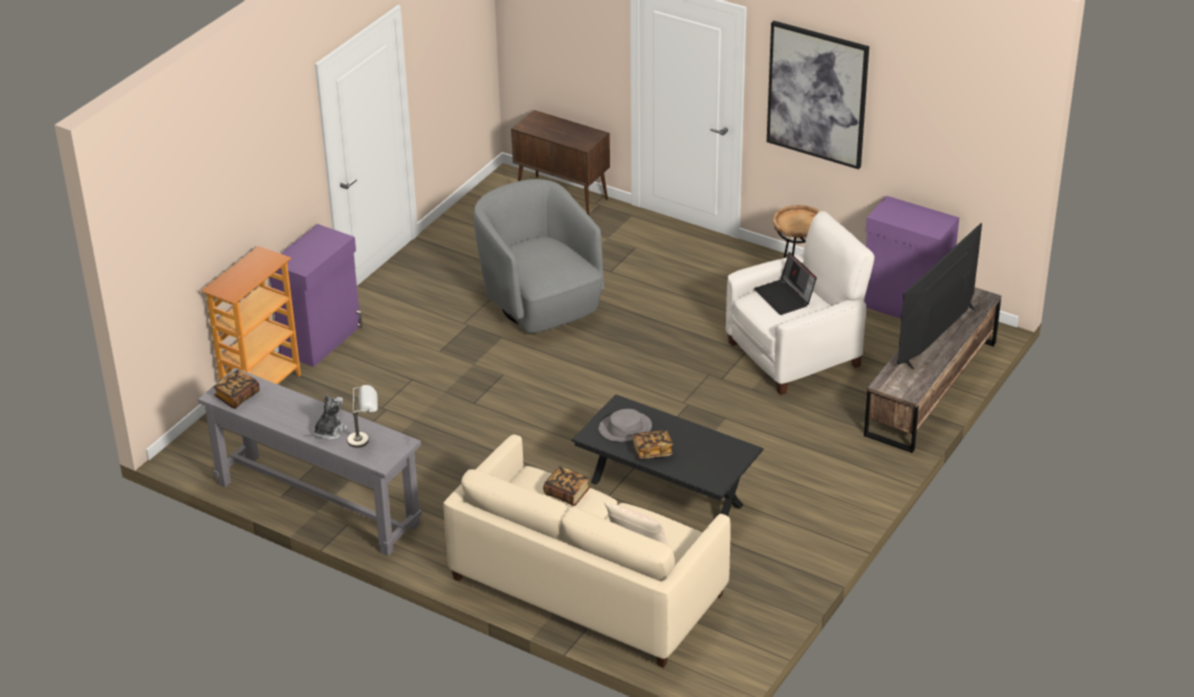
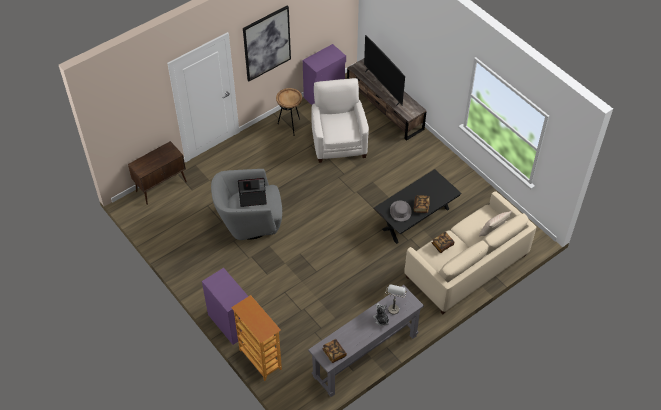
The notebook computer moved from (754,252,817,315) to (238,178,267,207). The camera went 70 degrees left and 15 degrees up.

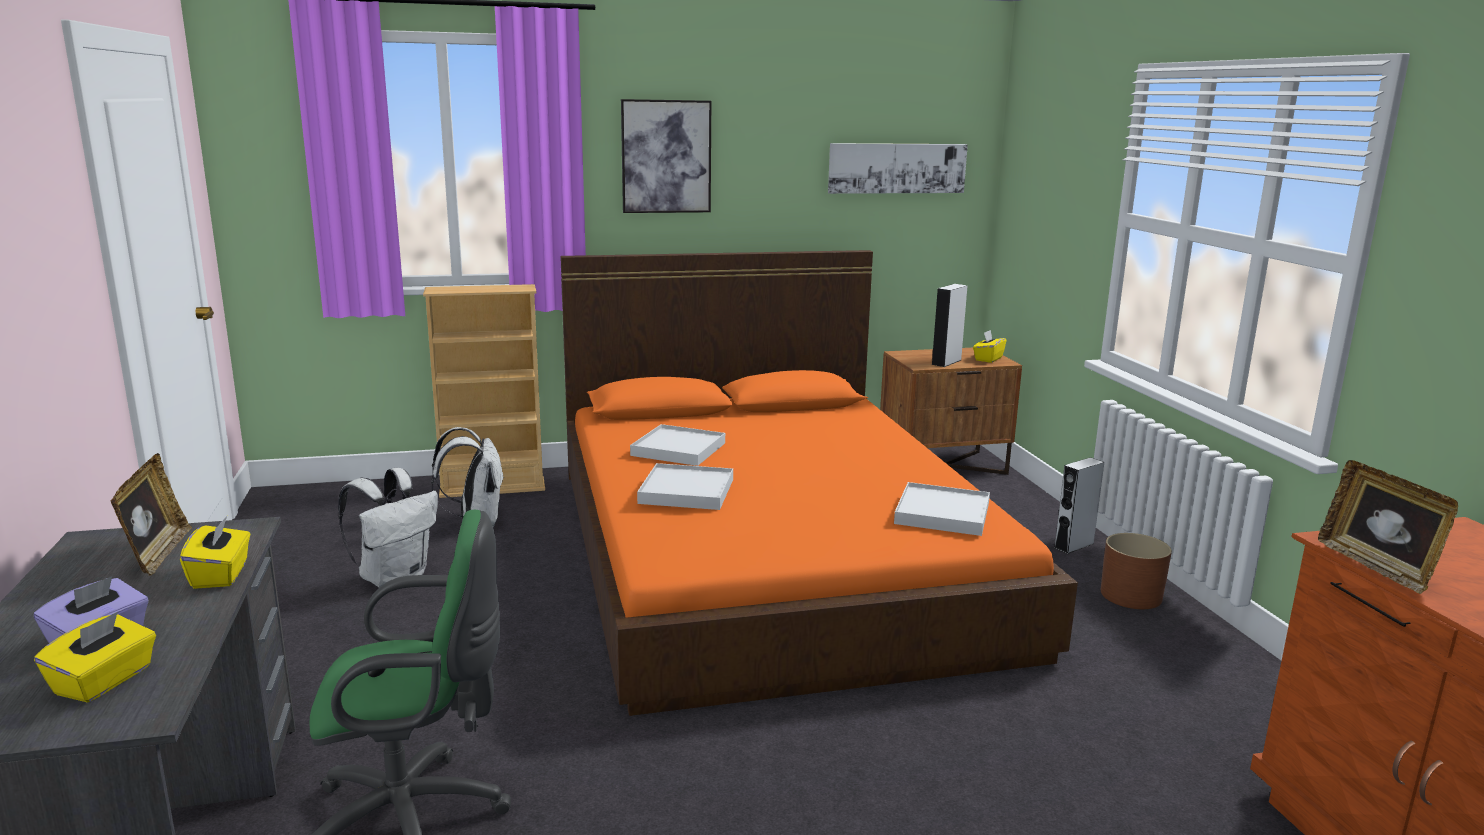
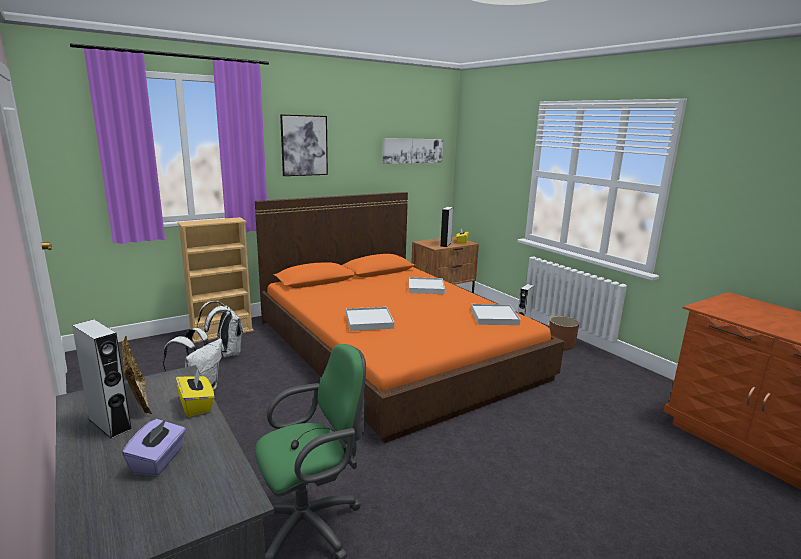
The speaker (greyish) at (72,319,132,439) appeared. The tray (whitish) moved from (630,424,725,466) to (409,277,445,294). The box of tissues (yellow-coloured) at (34,612,156,703) disappeared. The photo frame at (1318,460,1458,594) disappeared. The camera went 20 degrees left and 0 degrees up.

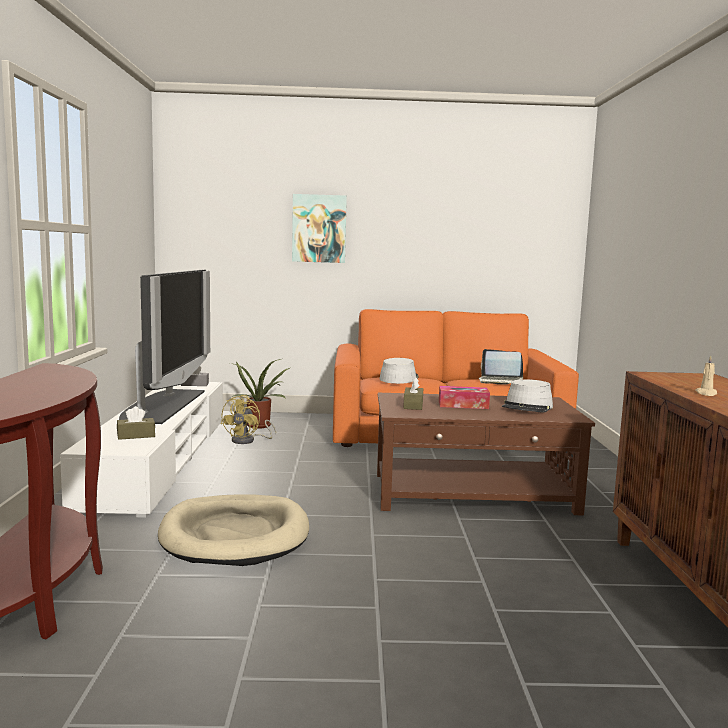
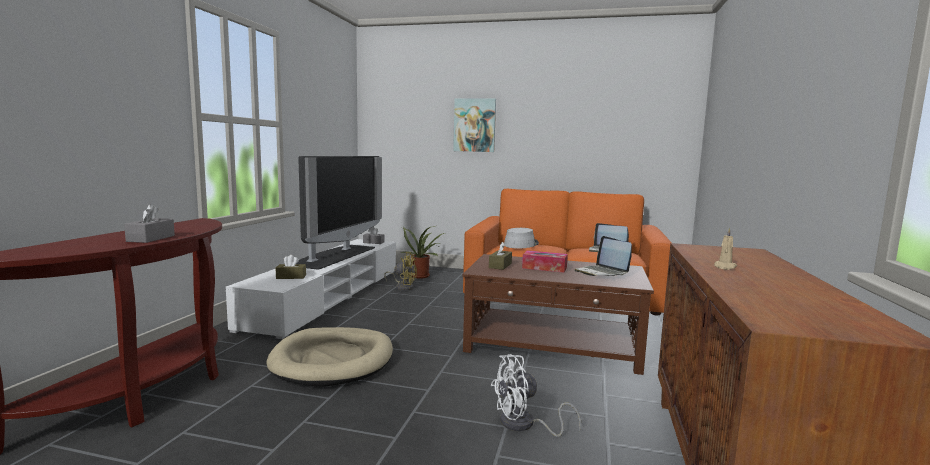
The box of tissues (greyish) at (124,204,175,243) appeared. The electric fan (yellow-coloured) at (221,395,276,444) turned 105 degrees counterclockwise. The electric fan (whitish) at (491,354,581,437) appeared. The hat (greyish) at (502,379,553,413) was replaced by the notebook computer at (575,236,632,276). The camera went 15 degrees right and 0 degrees up.

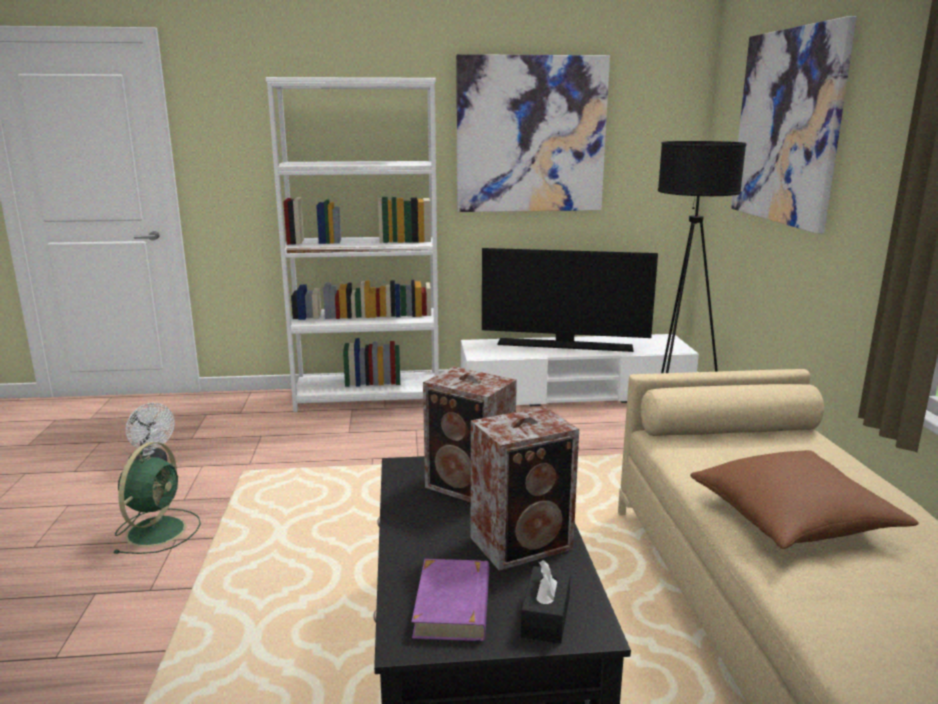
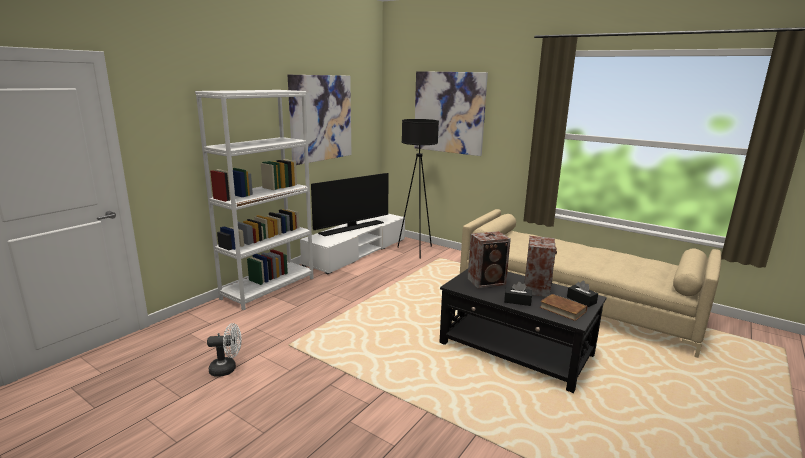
The box of tissues (black) at (504,282,532,306) appeared. The volume (purple) at (411,559,489,641) became the volume (brownish) at (540,294,587,321). The electric fan (green-coloured) at (114,442,201,554) disappeared. The throw pillow (brownish) at (690,450,919,549) disappeared. The camera went 50 degrees left and 0 degrees up.

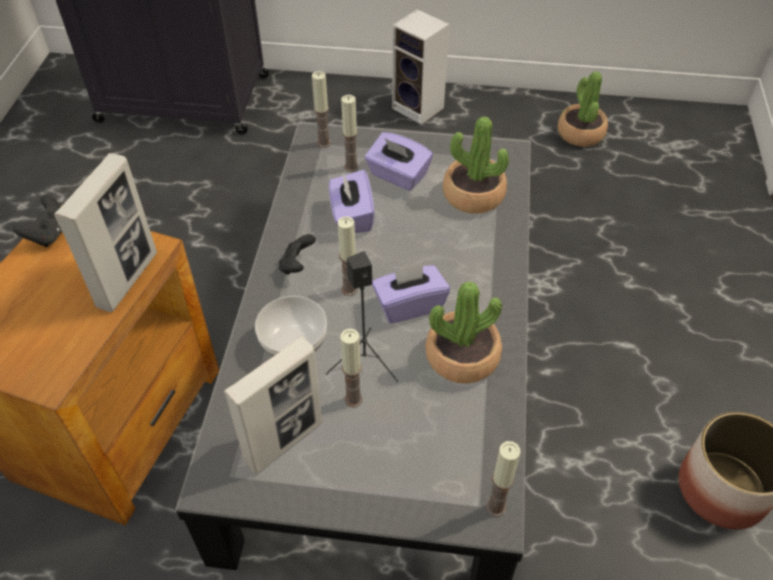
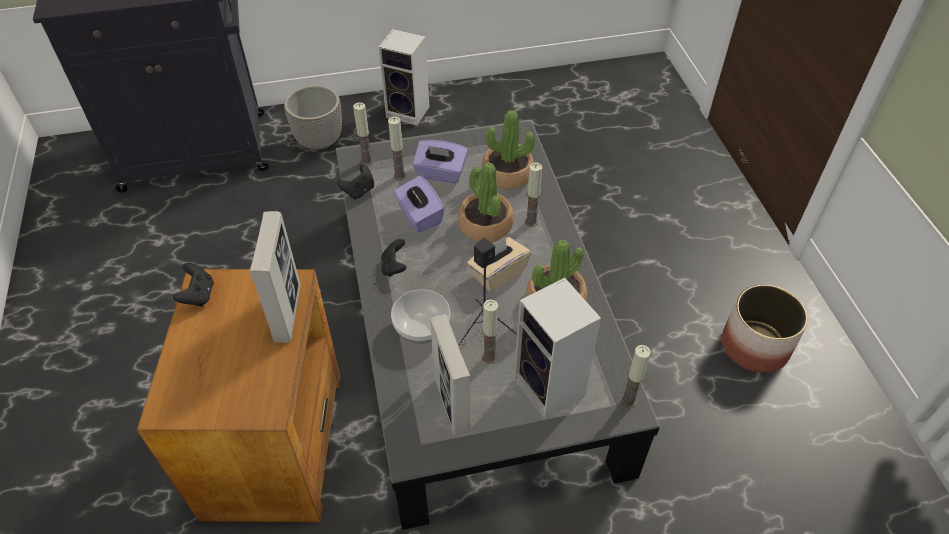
The plant pot at (284,85,342,150) appeared. The game controller (black) at (337,164,374,199) appeared. The photo frame at (224,337,322,474) turned 135 degrees clockwise. The potted plant moved from (558,71,608,147) to (458,163,514,242). The box of tissues (purple) at (372,262,450,324) became the box of tissues (beige) at (467,236,531,292). The speaker at (514,278,601,419) appeared. The wax light moved from (338,216,358,296) to (525,162,542,227). The camera went 20 degrees left and 0 degrees up.

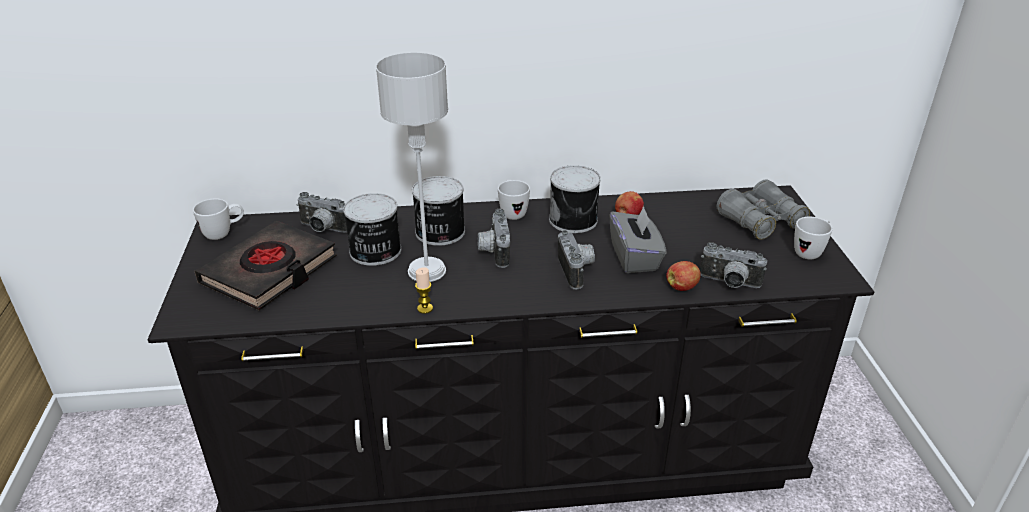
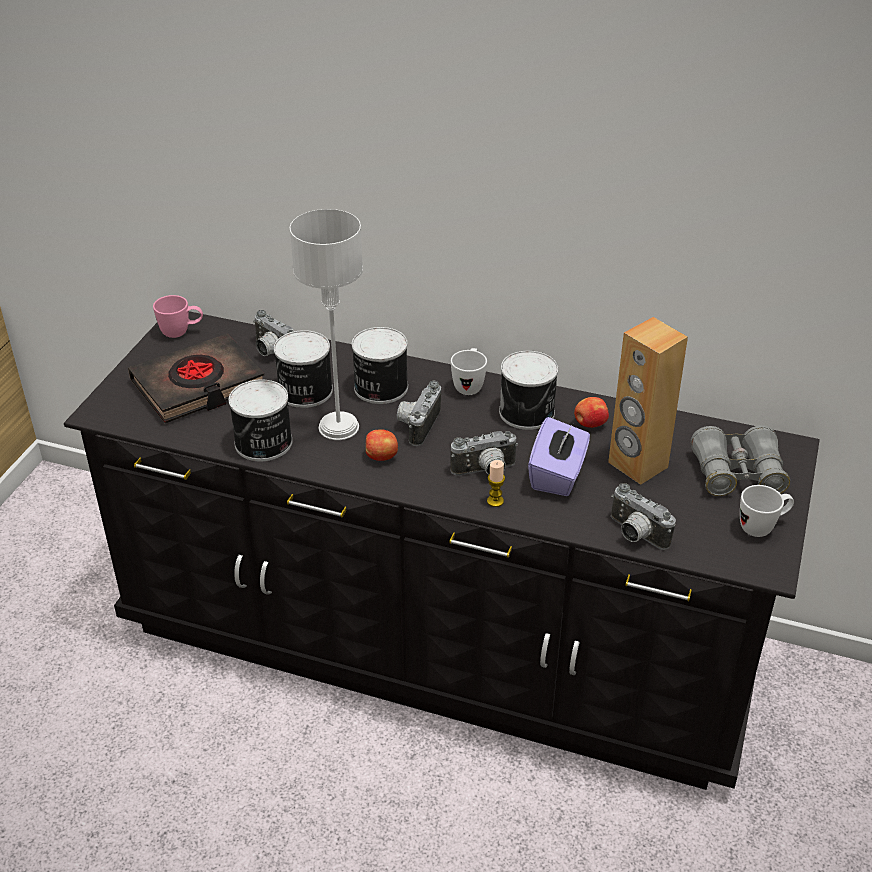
The mug (whitish) at (193,199,244,240) became the mug (pink-coloured) at (153,295,203,338). The metal can at (229,379,292,461) appeared. The whole apple moved from (666,261,701,291) to (366,429,398,461). The photo camera at (558,230,595,289) turned 60 degrees clockwise. The wax light moved from (415,267,433,314) to (487,460,505,507). The box of tissues (greyish) at (609,206,667,273) became the box of tissues (purple) at (528,417,590,496). The speaker (brownish) at (608,317,688,485) appeared. The camera went 25 degrees right and 5 degrees up.

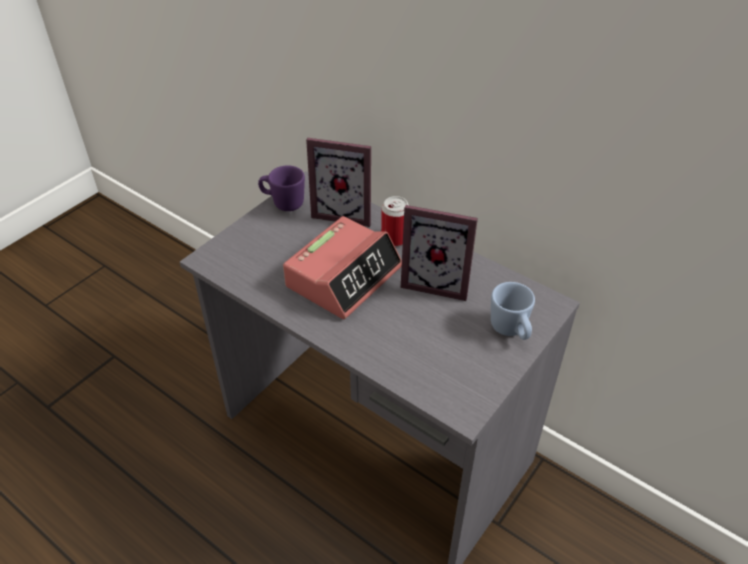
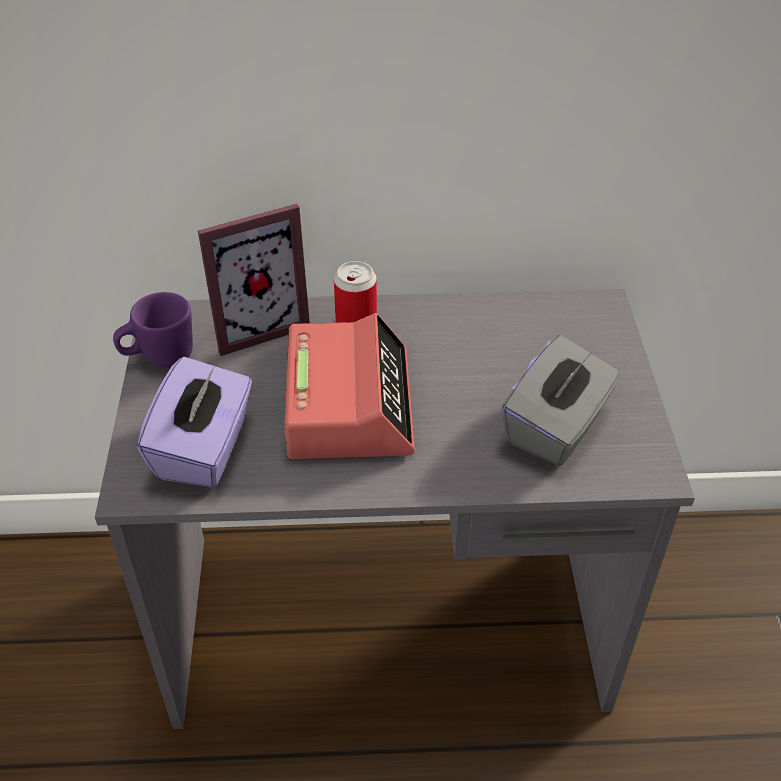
The box of tissues (purple) at (137,357,252,487) appeared. The box of tissues (greyish) at (502,335,620,466) appeared. The photo frame at (401,205,478,301) disappeared. The mug (blue) at (491,282,535,340) disappeared. The camera went 40 degrees left and 0 degrees up.

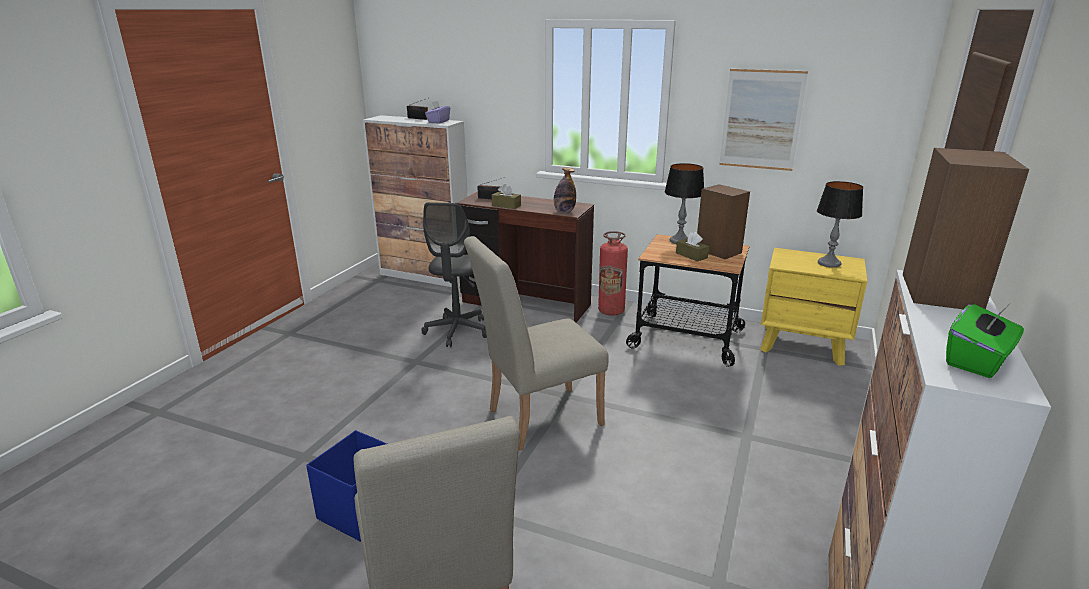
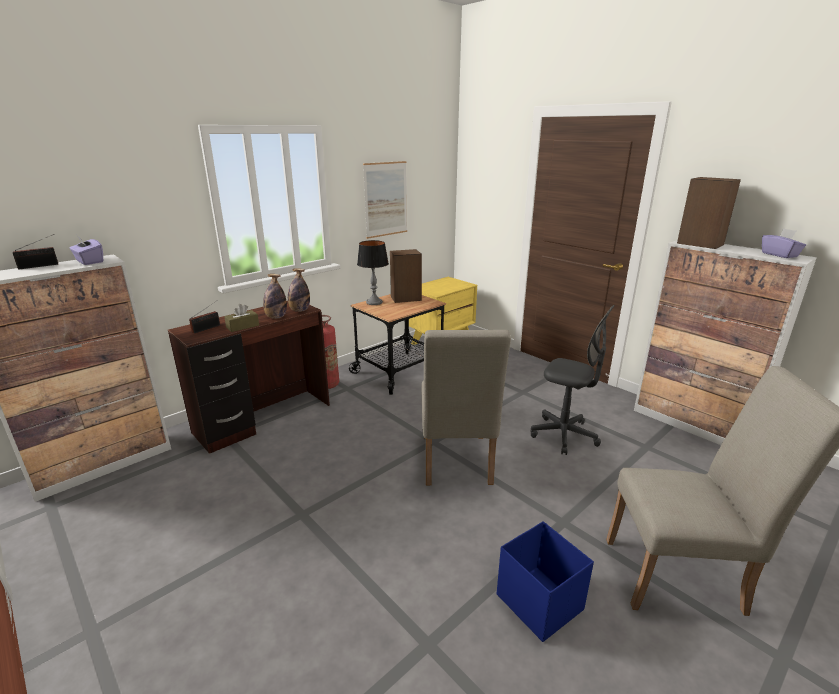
The bottle at (263,274,287,319) appeared. The desk chair (greyish) moved from (421,202,487,347) to (531,305,614,455). The box of tissues (green-coloured) at (946,303,1024,378) became the box of tissues (purple) at (762,228,806,258). The box of tissues (brownish) at (676,232,709,262) disappeared. The table lamp at (817,181,863,268) disappeared. The camera went 65 degrees left and 0 degrees up.

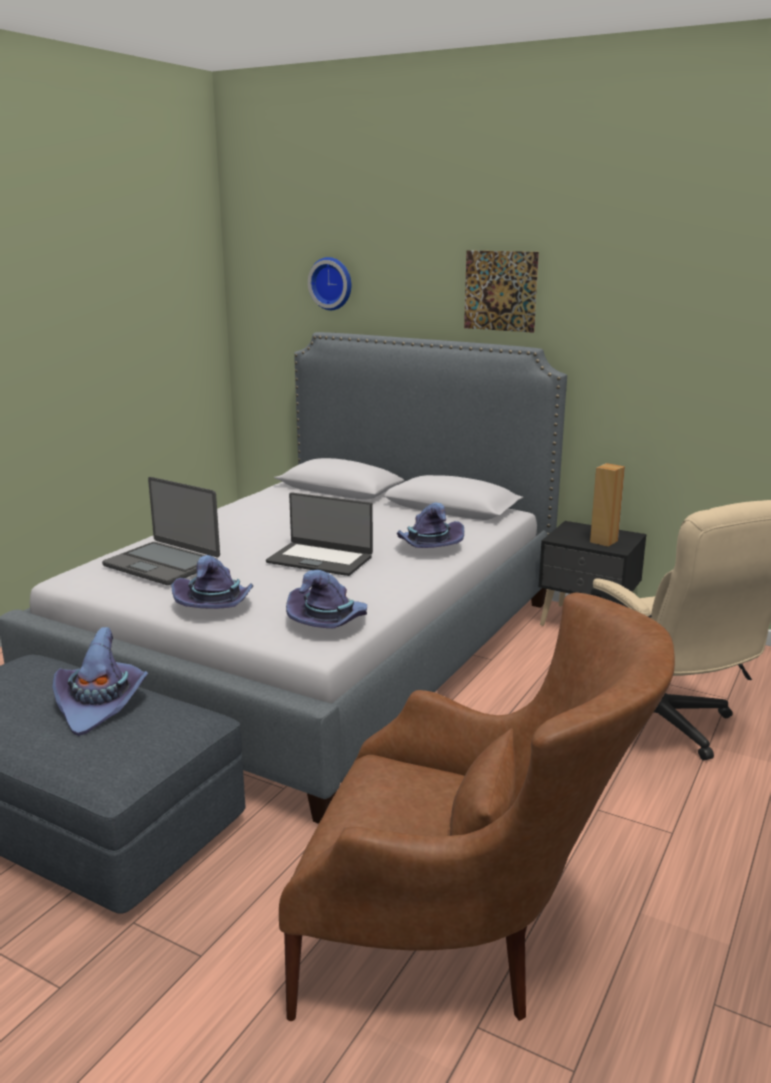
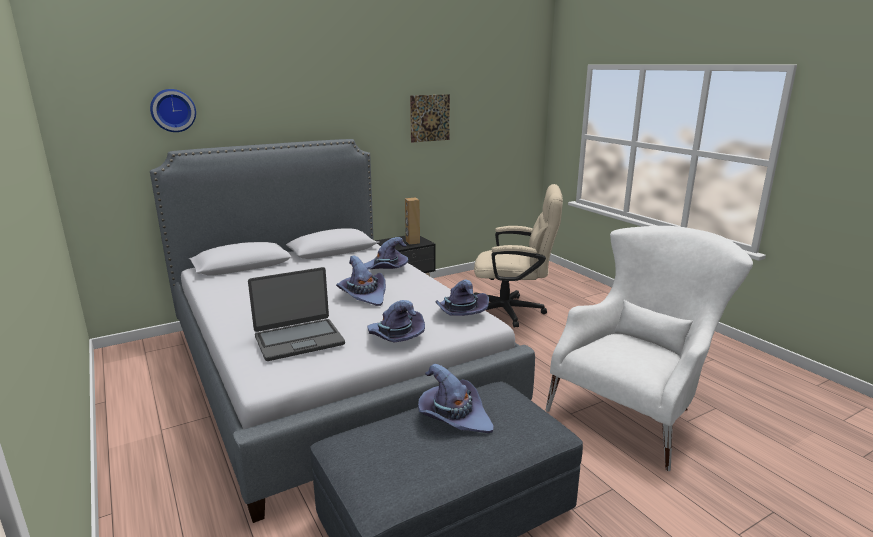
The notebook computer at (266,493,373,576) was replaced by the hat (purple) at (336,255,386,306). The wall picture moved from (464,250,539,333) to (410,94,450,143). The lounge chair (brownish) at (279,592,675,1021) became the lounge chair (whitish) at (545,226,753,471). The camera went 60 degrees left and 0 degrees up.

